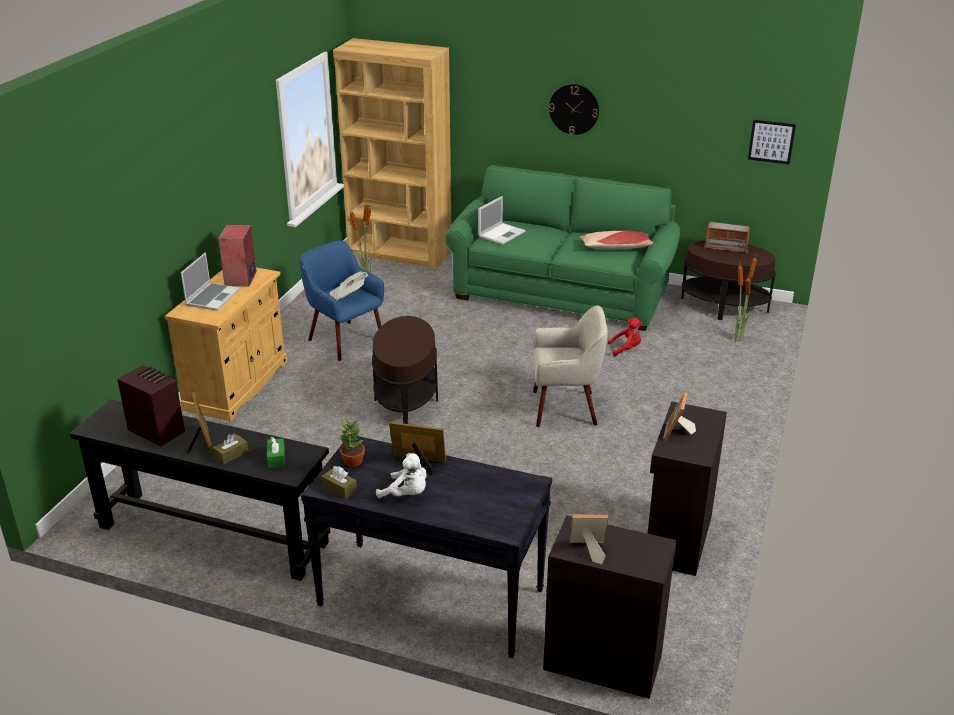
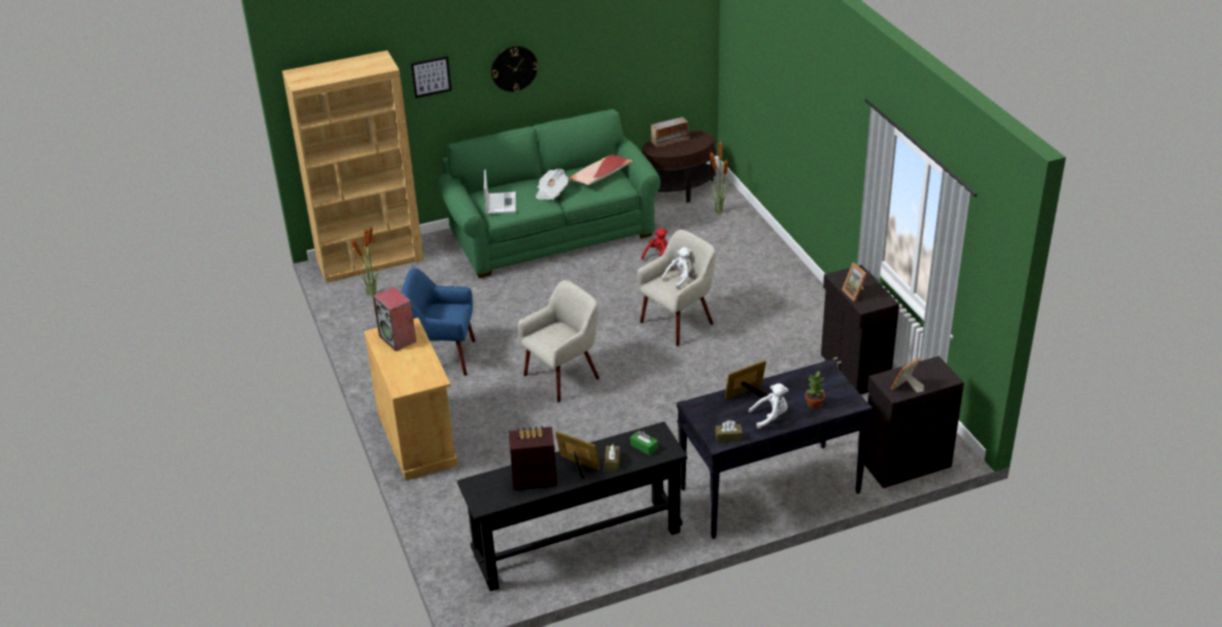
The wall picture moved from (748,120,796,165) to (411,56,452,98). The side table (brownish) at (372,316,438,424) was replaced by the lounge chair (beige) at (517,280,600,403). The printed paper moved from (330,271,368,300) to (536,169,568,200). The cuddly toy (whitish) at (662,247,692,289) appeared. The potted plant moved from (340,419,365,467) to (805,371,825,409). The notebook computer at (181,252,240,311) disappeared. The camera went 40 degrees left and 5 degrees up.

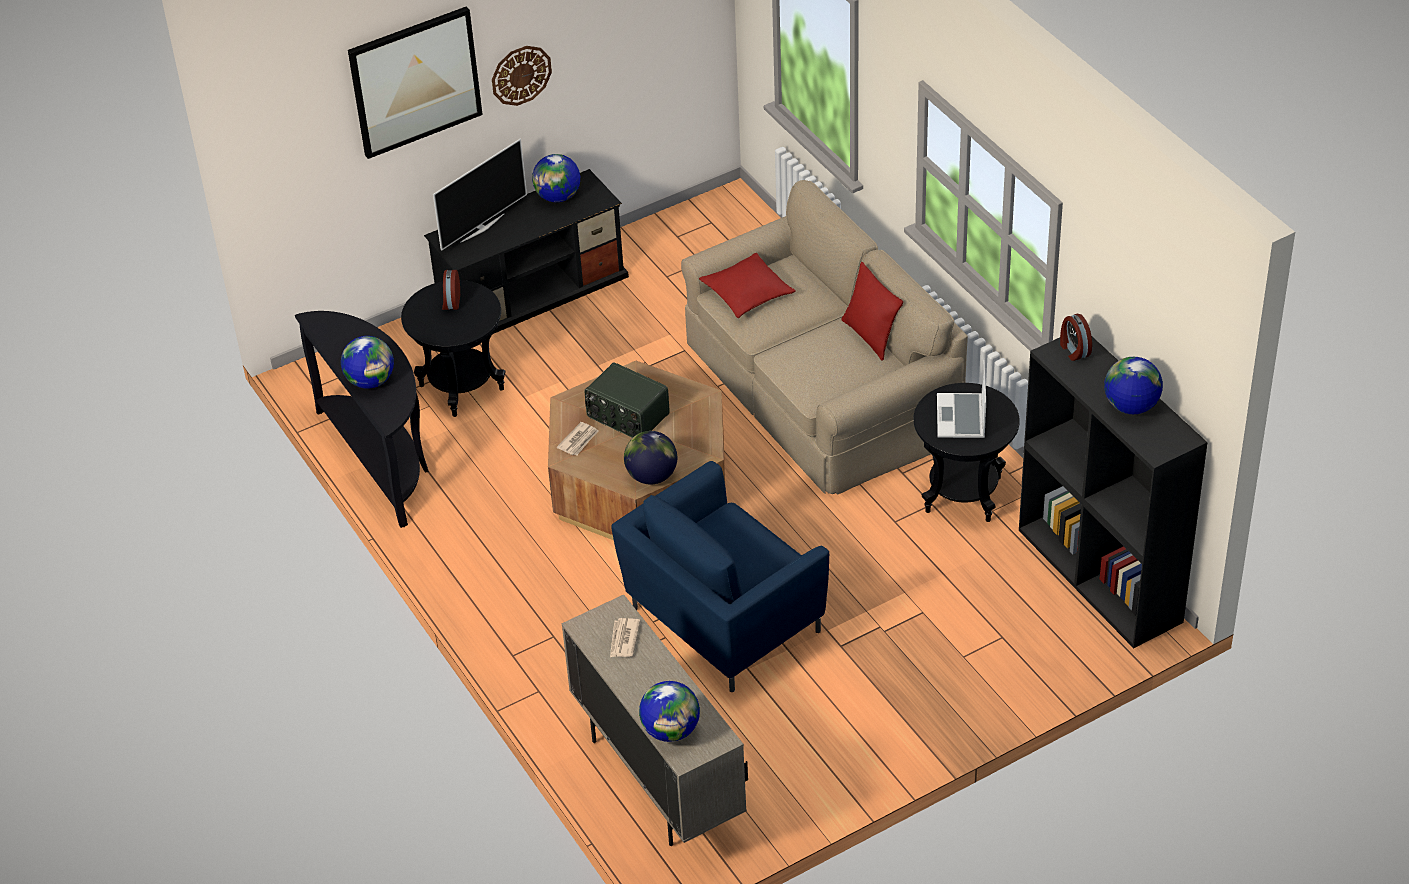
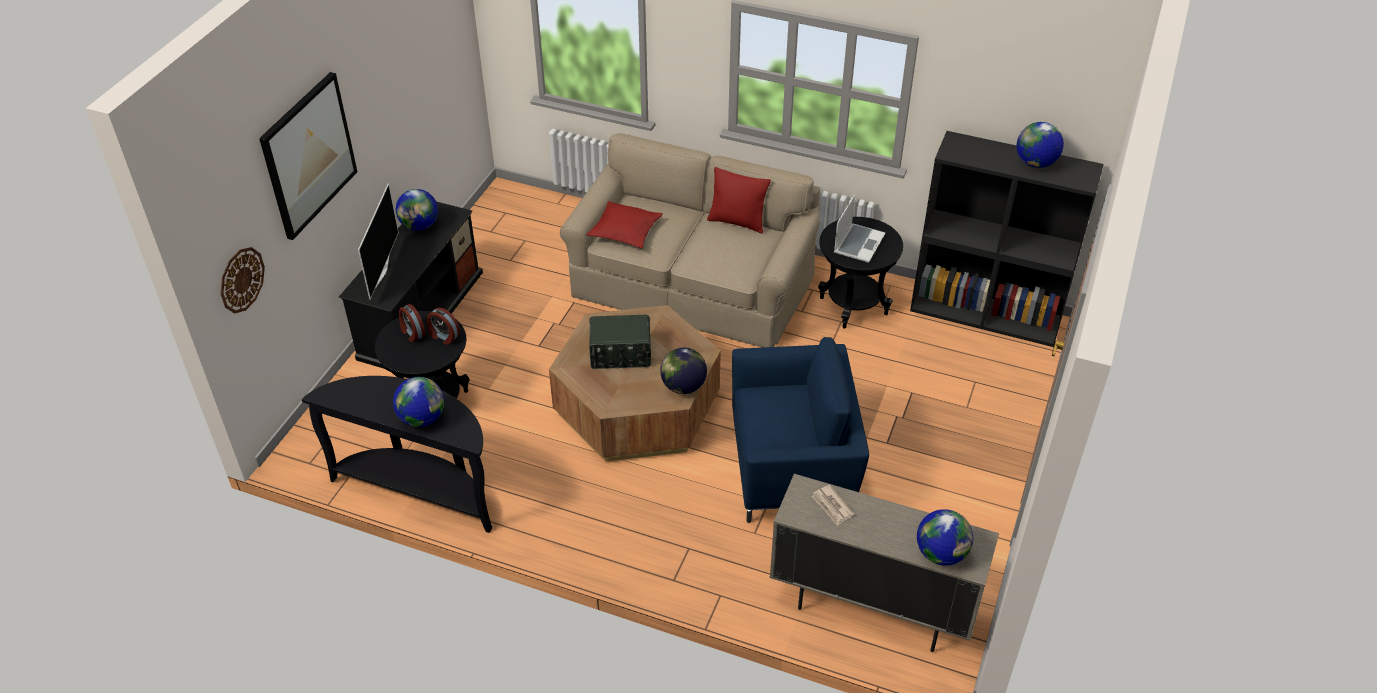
The wall clock moved from (492,46,552,106) to (221,247,265,313). The alarm clock moved from (1060,314,1092,361) to (427,307,460,345). The lounge chair (blue) at (611,461,829,692) turned 105 degrees counterclockwise. The notebook computer at (937,360,986,438) turned 120 degrees counterclockwise. The printed paper at (557,422,598,455) disappeared. The camera went 40 degrees left and 0 degrees up.

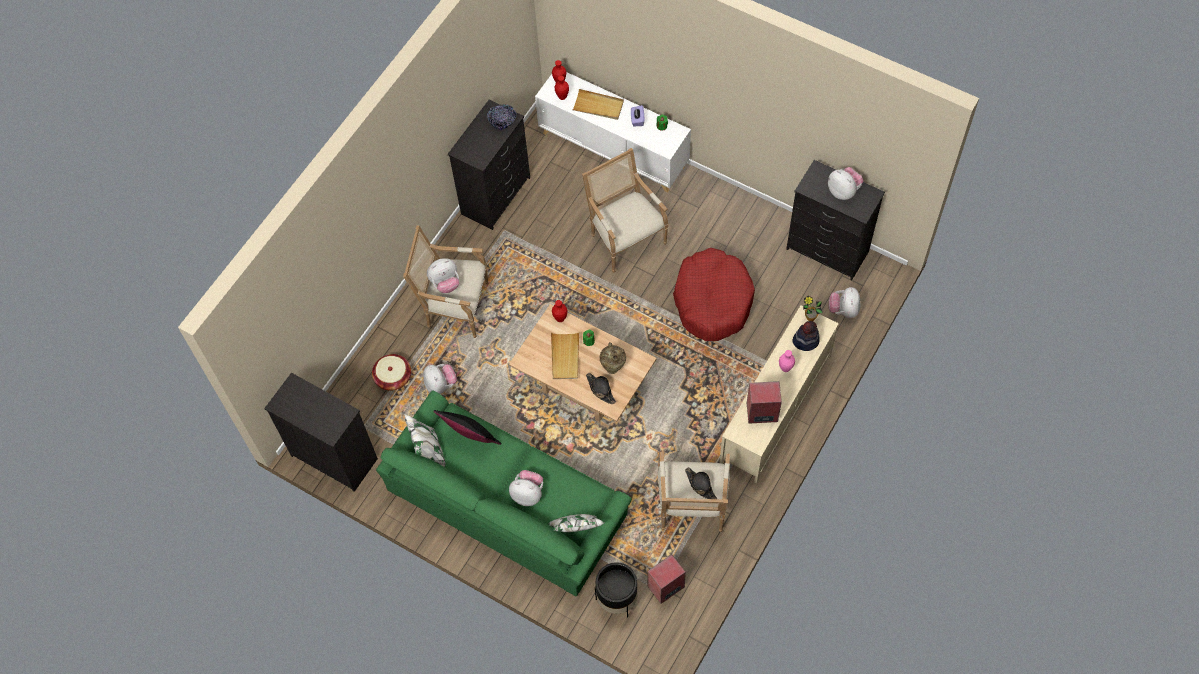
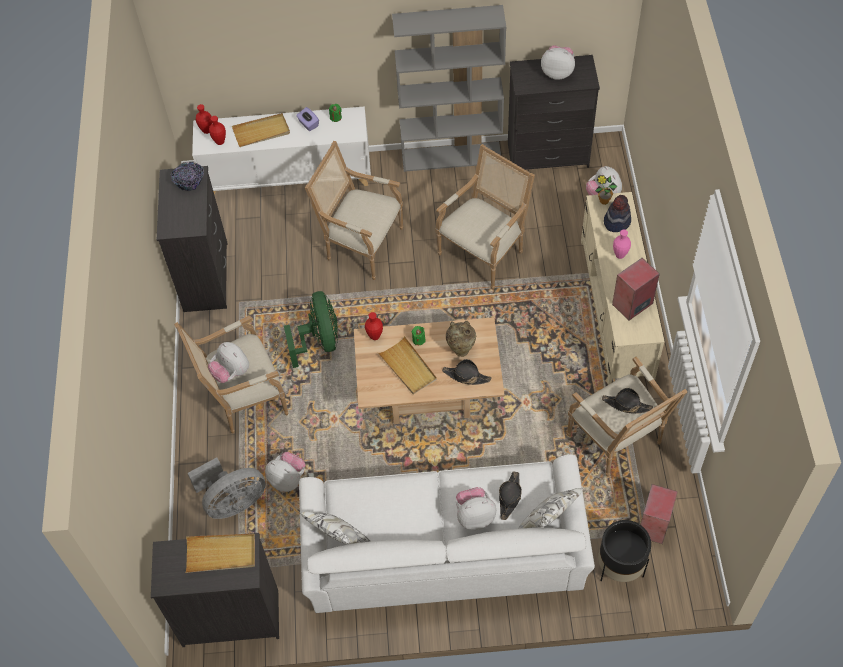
The tray (beige) at (185,534,255,573) appeared. The basket at (372,354,411,391) was replaced by the electric fan (greyish) at (188,457,266,519). The cuddly toy at (427,258,459,293) turned 105 degrees clockwise. The electric fan (green-coloured) at (284,291,338,368) appeared. The couch (green-coloured) at (376,390,632,597) became the couch (whitish) at (299,455,595,613). The bookcase (greyish) at (392,5,506,172) appeared. The pet bed (reddish) at (673,248,755,341) was replaced by the lounge chair at (435,144,535,289). The hat (black) at (499,471,522,520) appeared. The throw pillow (black) at (433,410,502,445) disappeared. The camera went 35 degrees left and 5 degrees down.

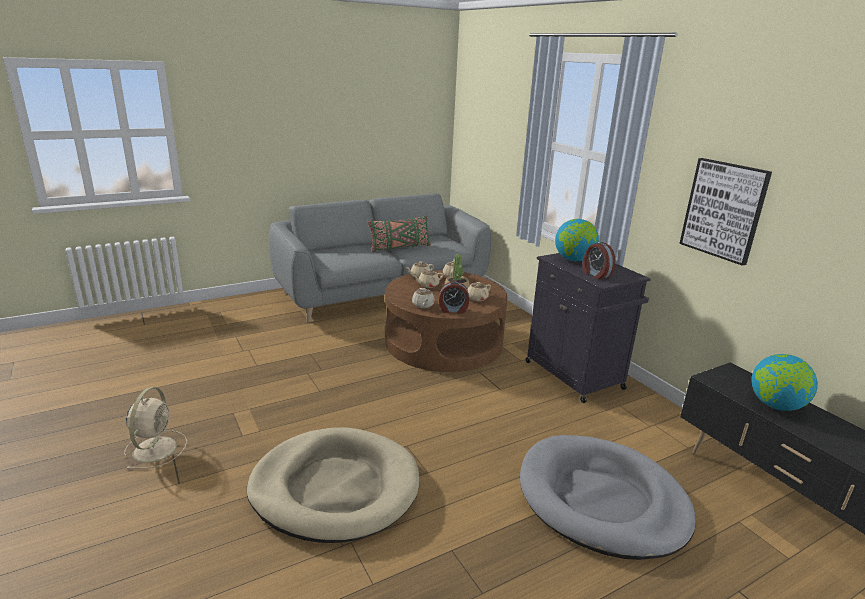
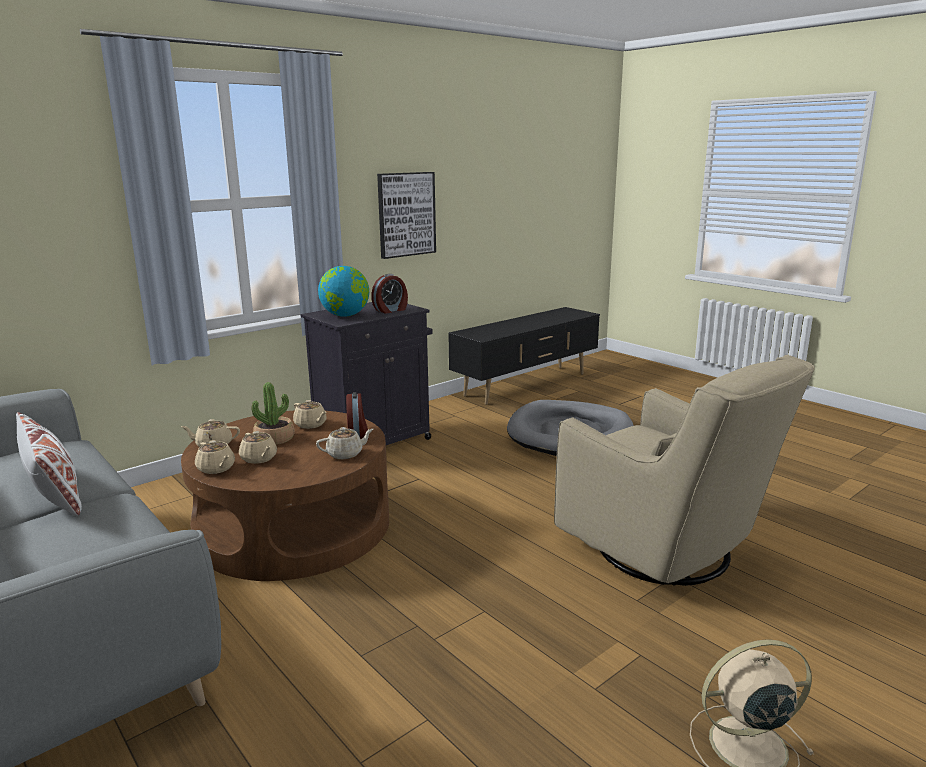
The throw pillow (green-coloured) at (367,215,431,252) became the throw pillow (whitish) at (16,412,82,516). The pet bed (beige) at (247,427,419,543) was replaced by the lounge chair (beige) at (554,355,815,586). The world globe at (751,354,818,411) disappeared. The camera went 100 degrees left and 5 degrees down.

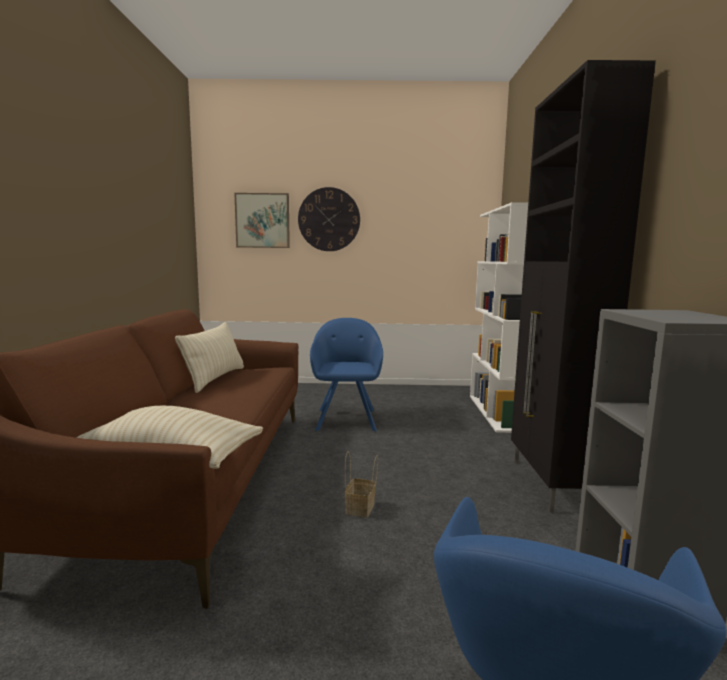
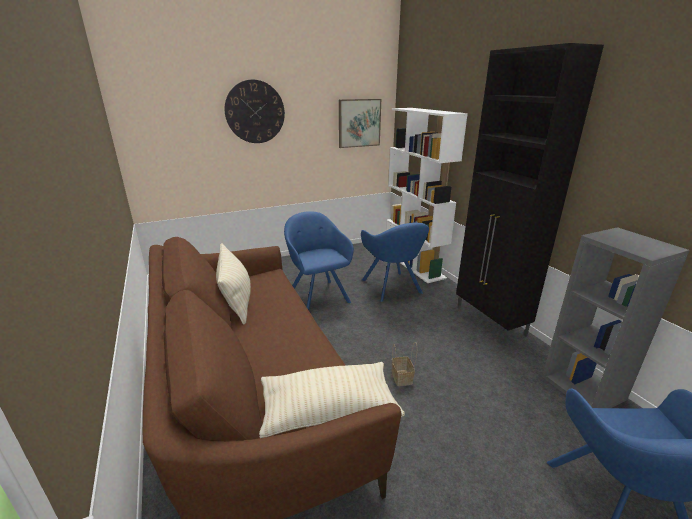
The wall picture moved from (234,193,290,248) to (339,99,381,148). The lounge chair (blue) at (361,223,429,302) appeared. The camera went 25 degrees left and 15 degrees up.

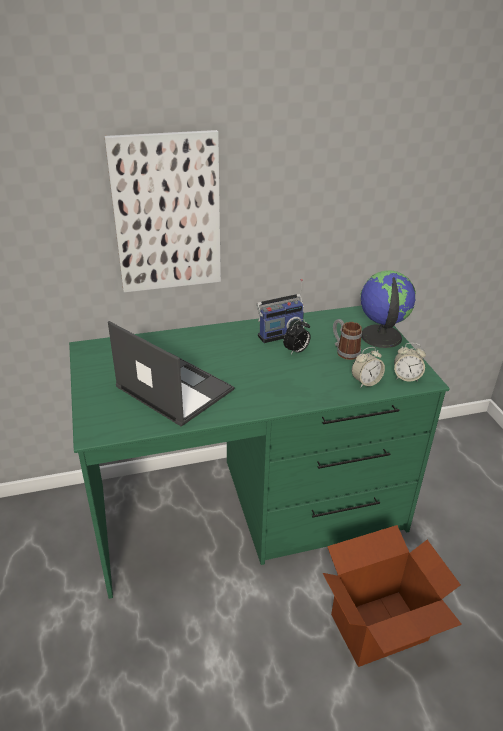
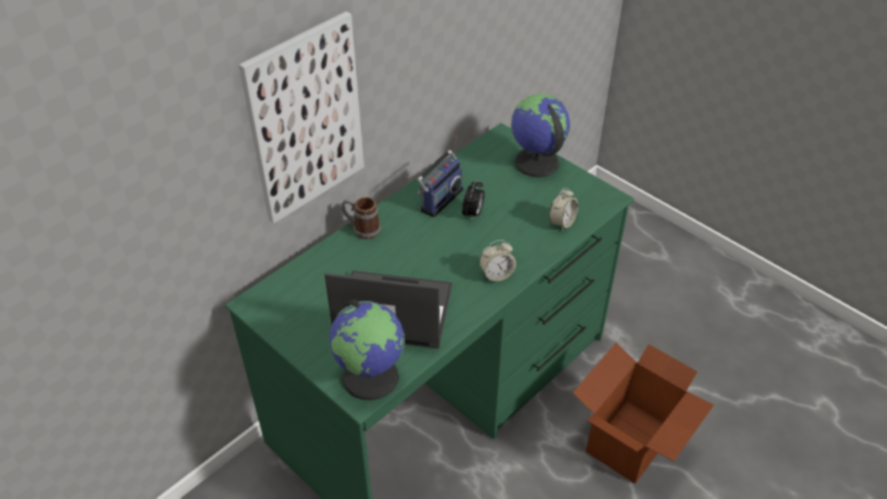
The world globe at (329,299,405,401) appeared. The mug moved from (333,319,362,360) to (341,197,381,239). The alarm clock moved from (394,343,426,382) to (479,240,516,282). The camera went 30 degrees left and 10 degrees up.

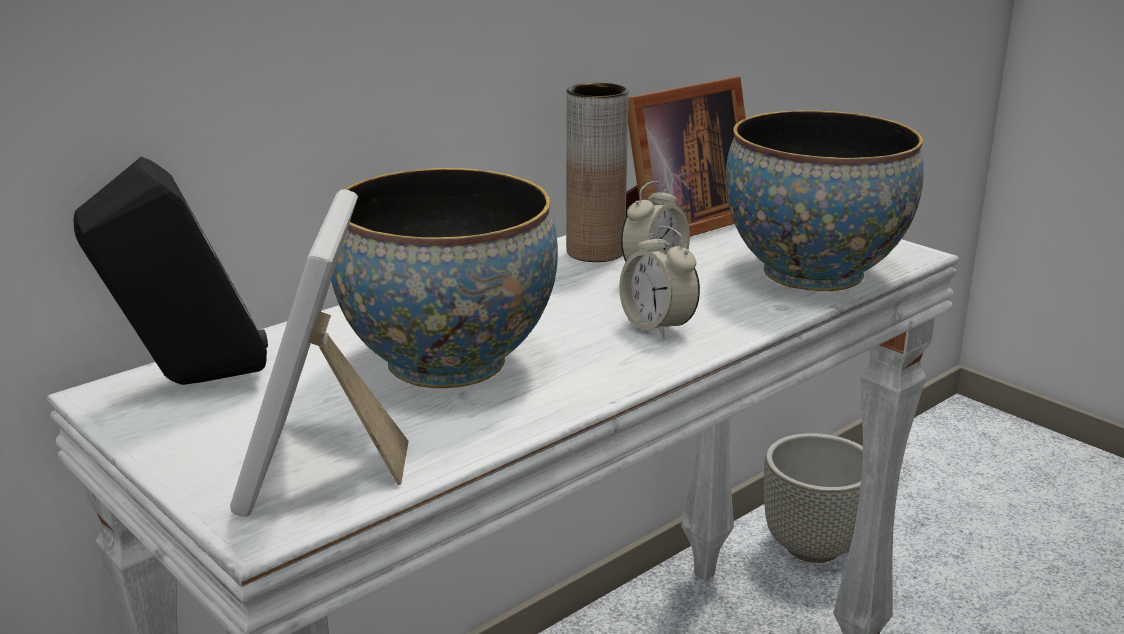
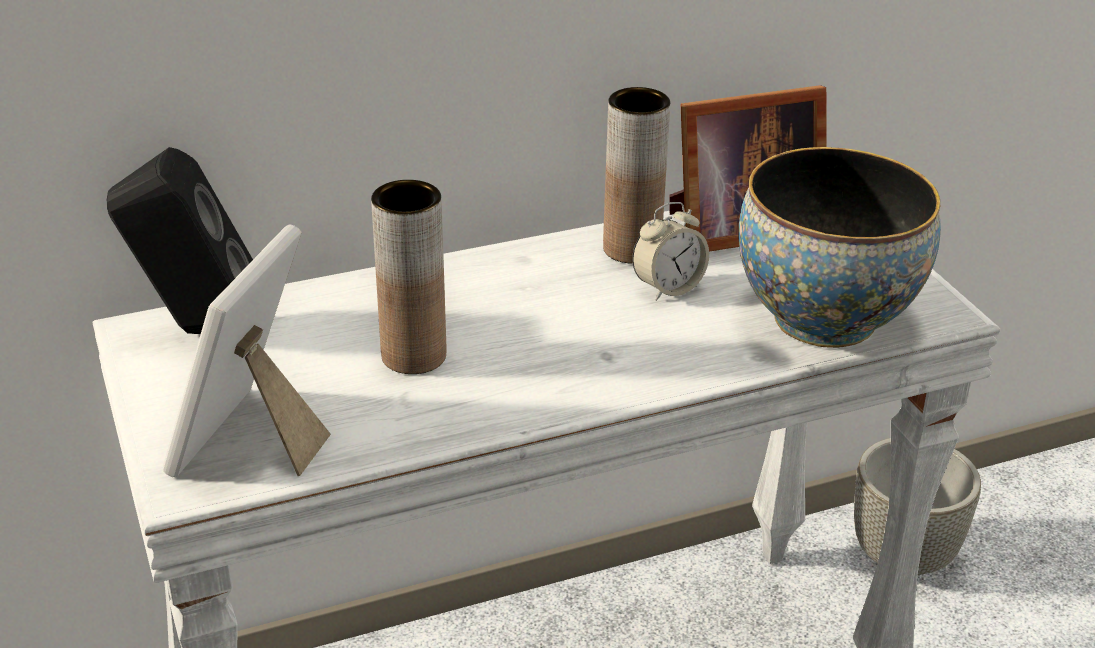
The serving bowl at (331,168,558,388) was replaced by the flower vase (brownish) at (371,180,447,374). The alarm clock at (619,226,700,339) disappeared. The camera went 20 degrees right and 10 degrees up.

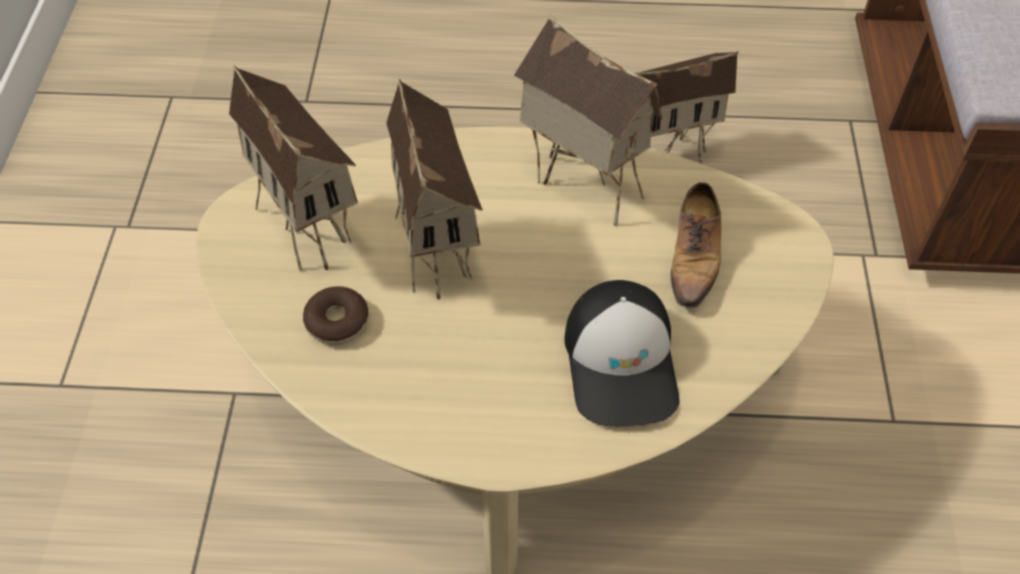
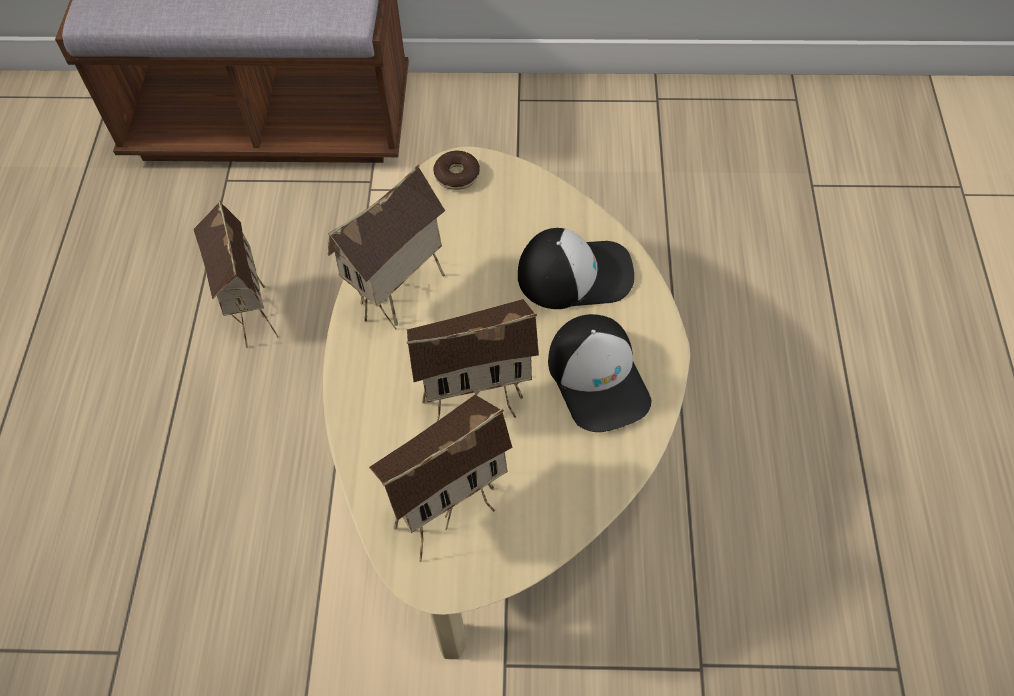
The ring doughnut moved from (303,286,368,345) to (433,151,480,190). The cap at (548,314,651,432) appeared. The low shoe at (671,182,721,311) disappeared. The camera went 90 degrees left and 5 degrees up.

